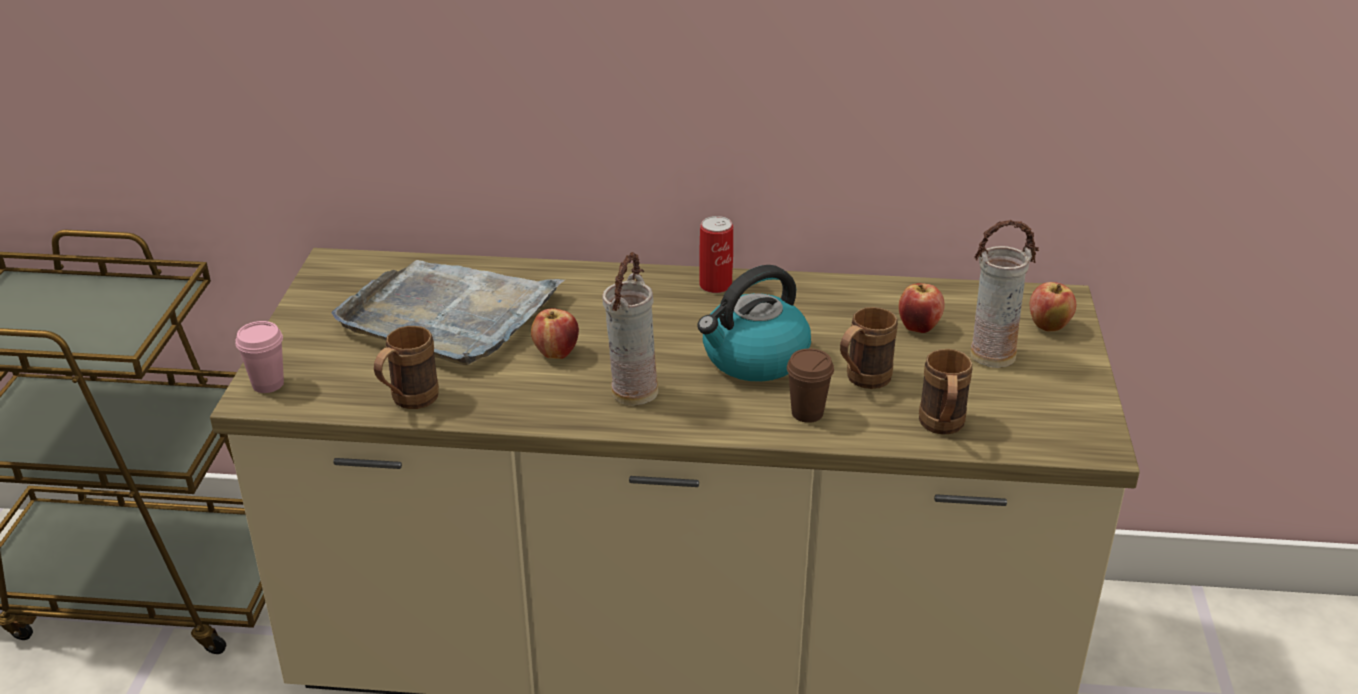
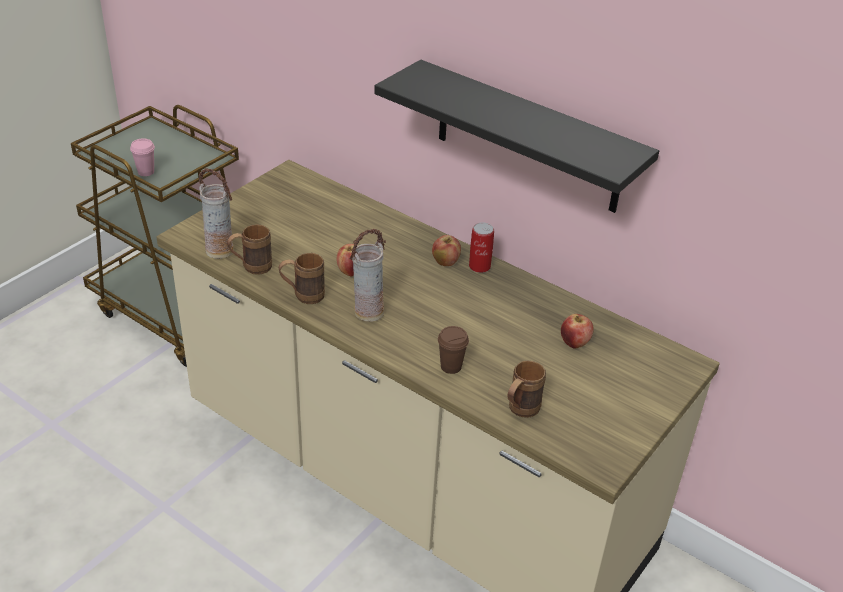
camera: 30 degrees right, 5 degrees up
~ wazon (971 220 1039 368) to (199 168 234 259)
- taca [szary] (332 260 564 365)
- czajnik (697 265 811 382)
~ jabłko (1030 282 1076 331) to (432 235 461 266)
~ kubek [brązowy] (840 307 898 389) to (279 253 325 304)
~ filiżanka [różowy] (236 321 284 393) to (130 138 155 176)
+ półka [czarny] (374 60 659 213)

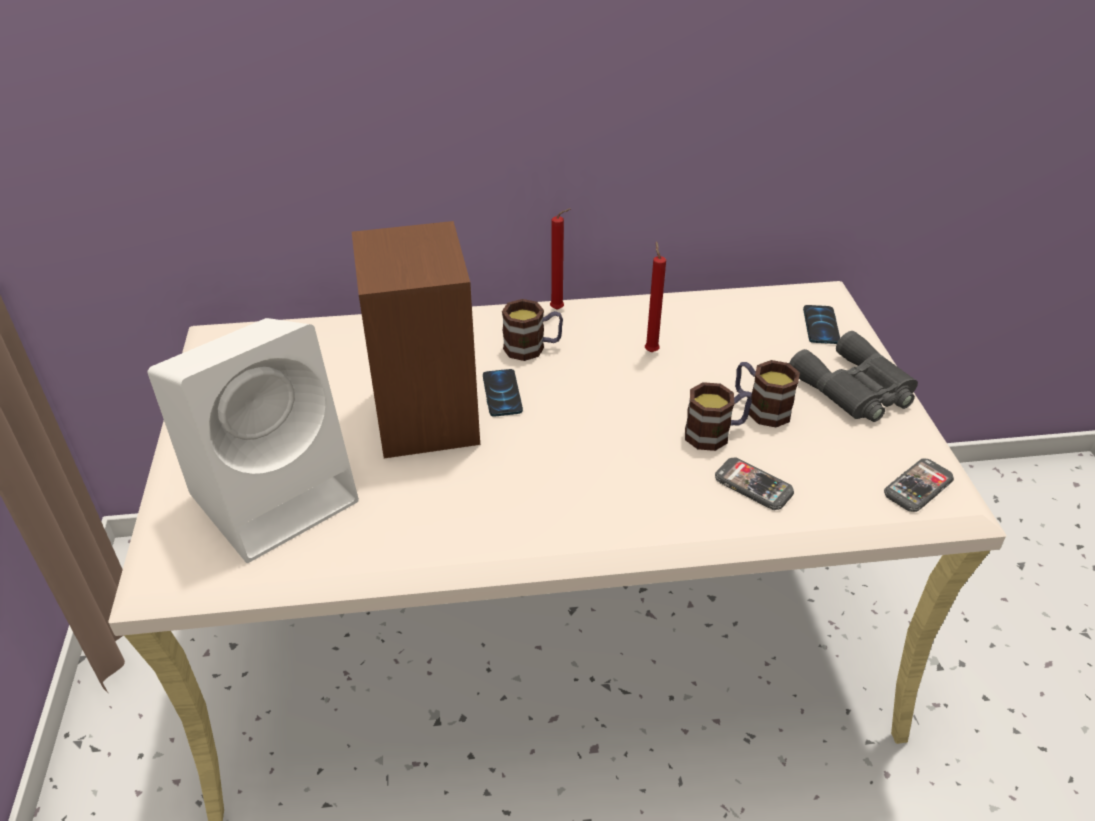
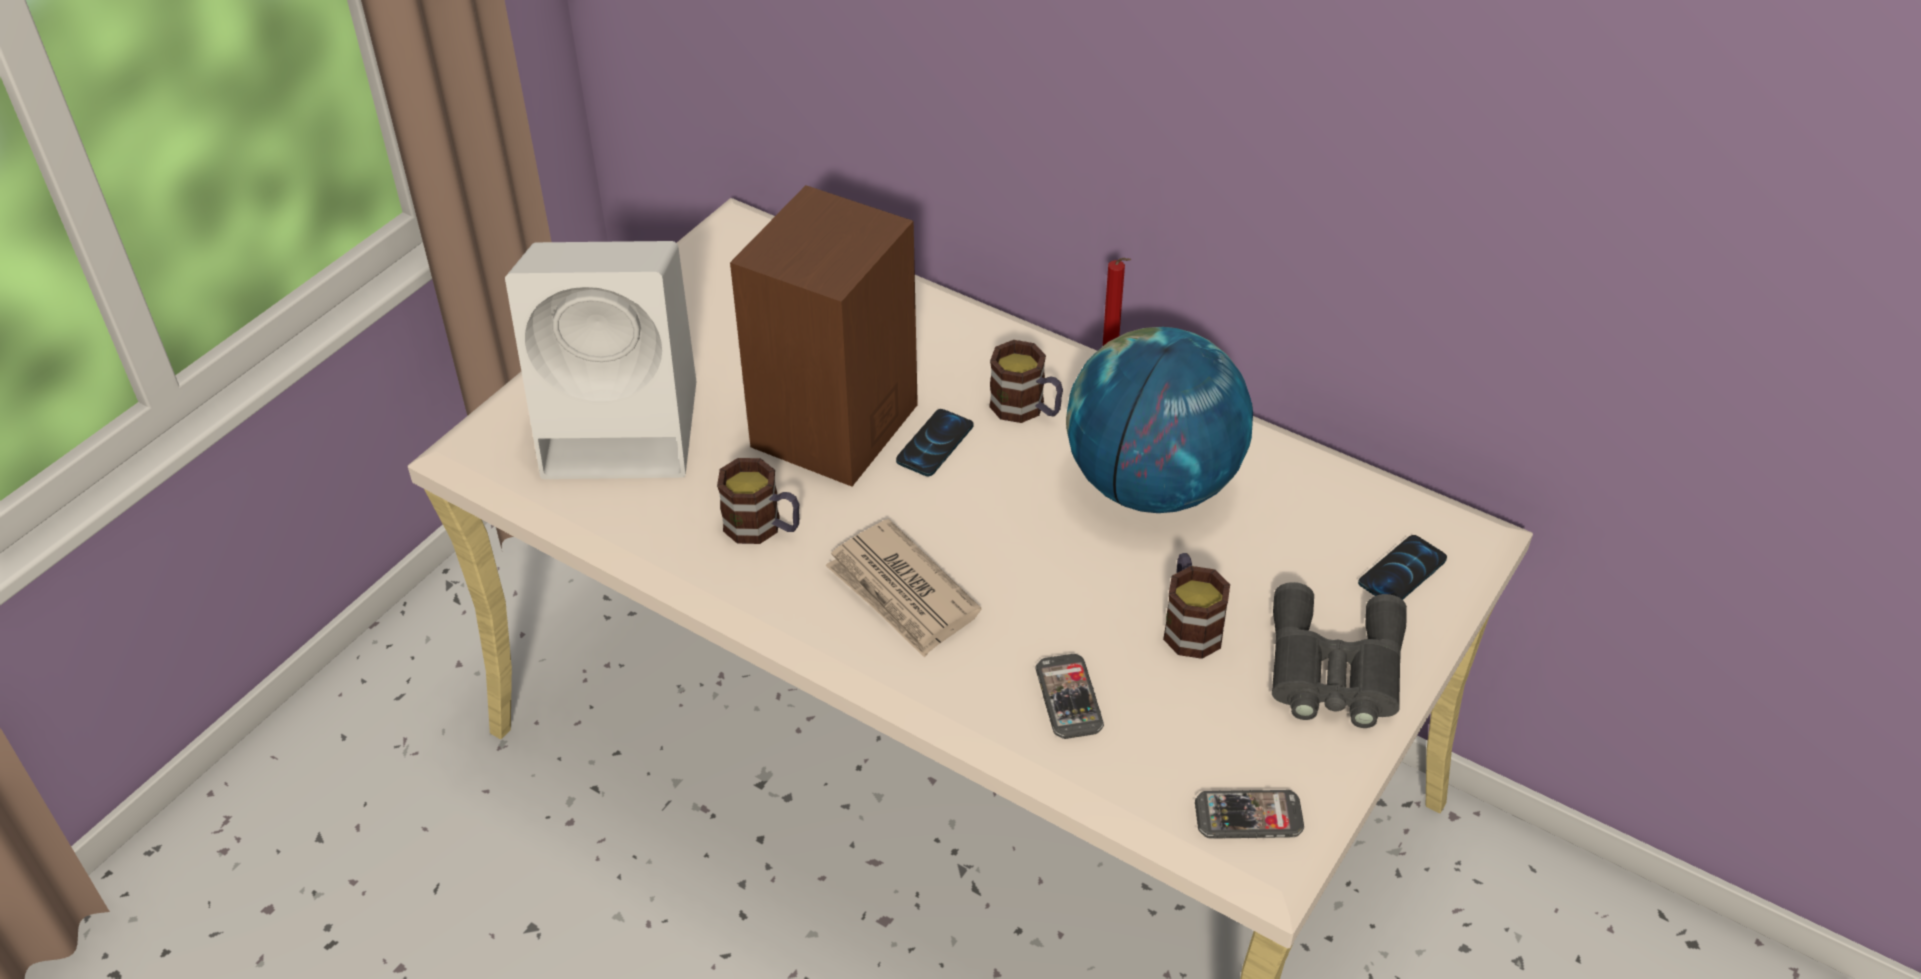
camera: 40 degrees right, 5 degrees up
~ świeca [czerwony] (645 241 666 352) to globus (1066 327 1253 513)
~ kubek (685 382 752 451) to (717 458 799 544)
+ gazeta (825 519 981 658)

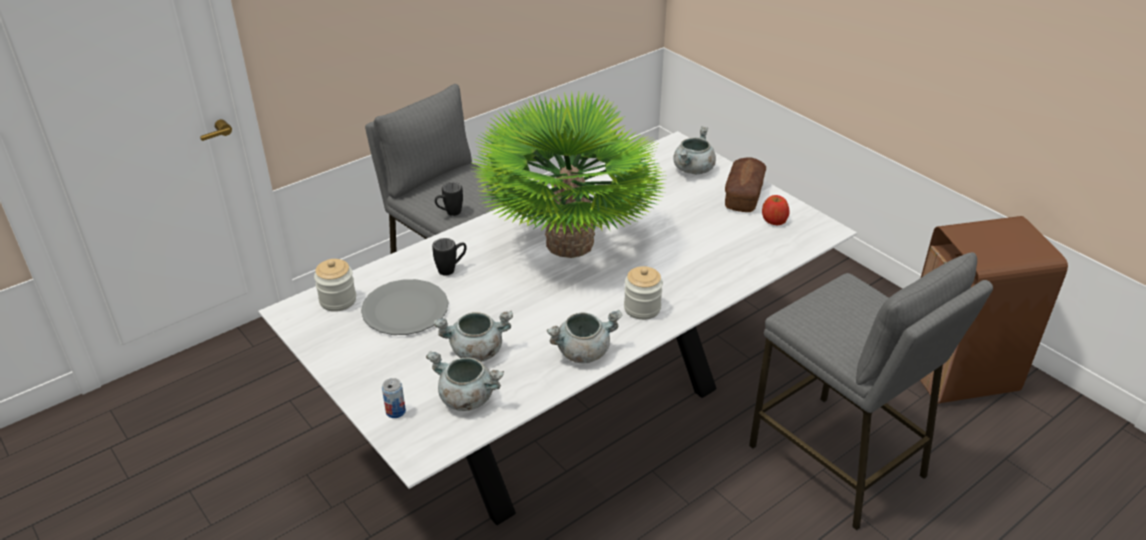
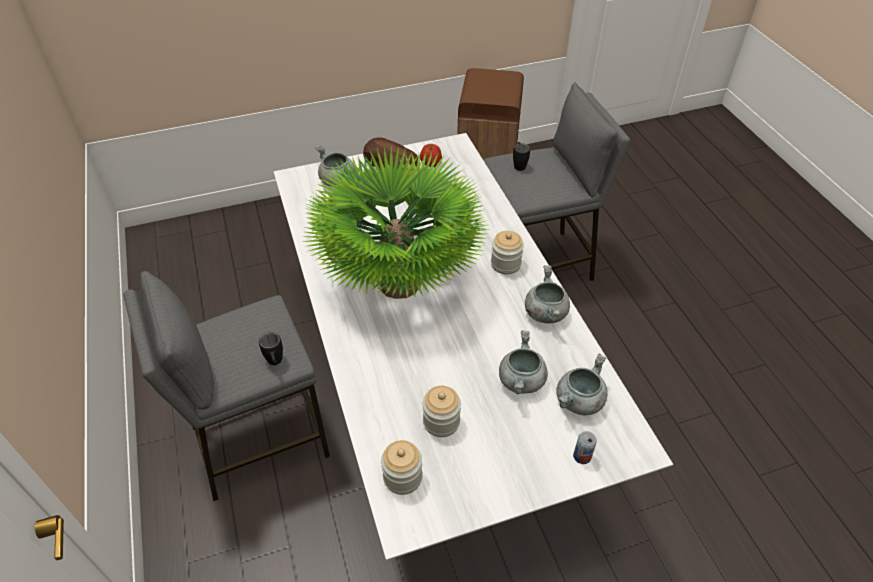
camera: 70 degrees left, 10 degrees up
~ kubek [czarny] (432 238 467 276) to (513 142 530 171)
~ talerz [szary] (361 279 448 335) to słoik (423 386 461 437)

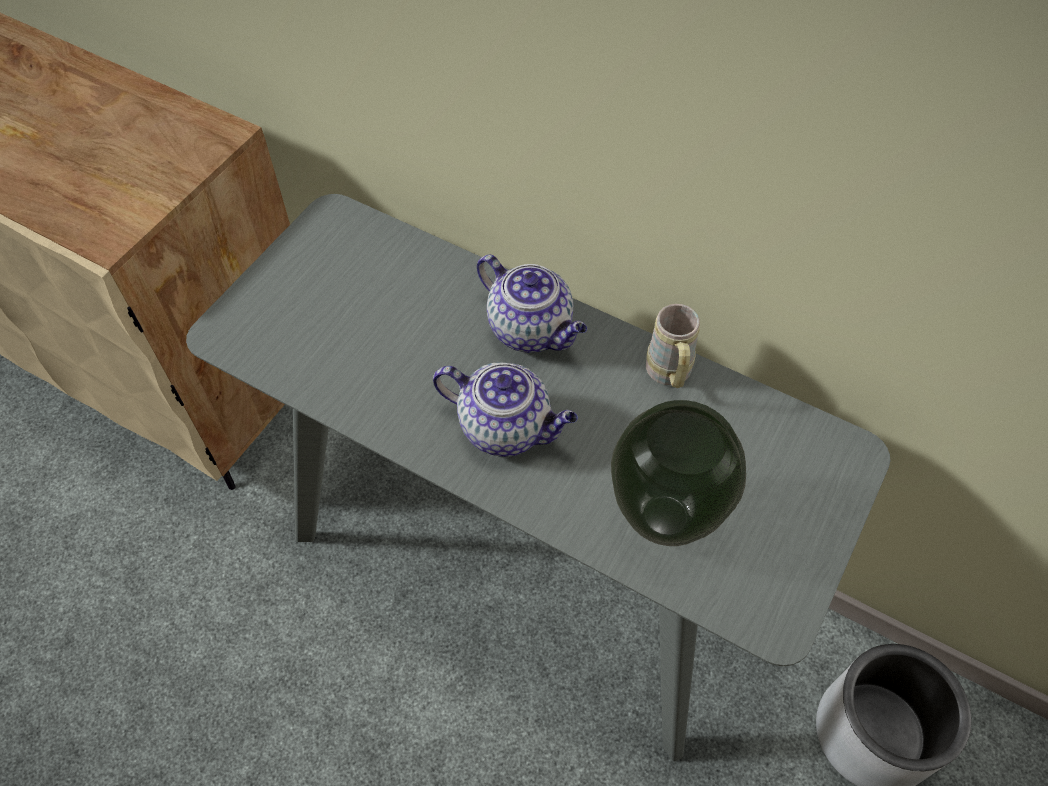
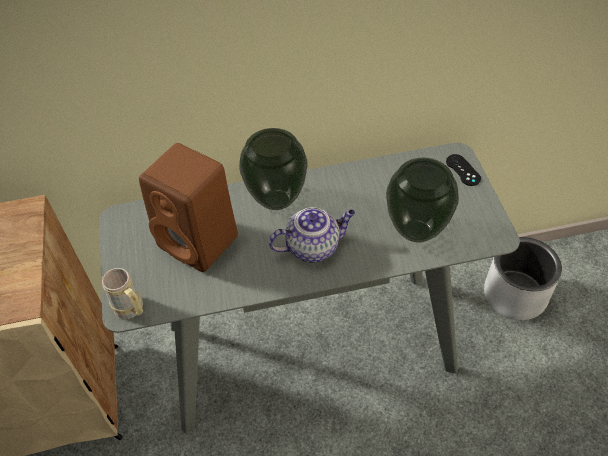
camera: 40 degrees left, 5 degrees down
~ imbryk (477 255 587 353) to wazon (239 128 308 210)
~ kubek [beżowy] (646 304 700 388) to (102 268 143 319)
+ głośnik [brązowy] (139 143 238 272)
+ pad do gier [czarny] (446 154 481 186)

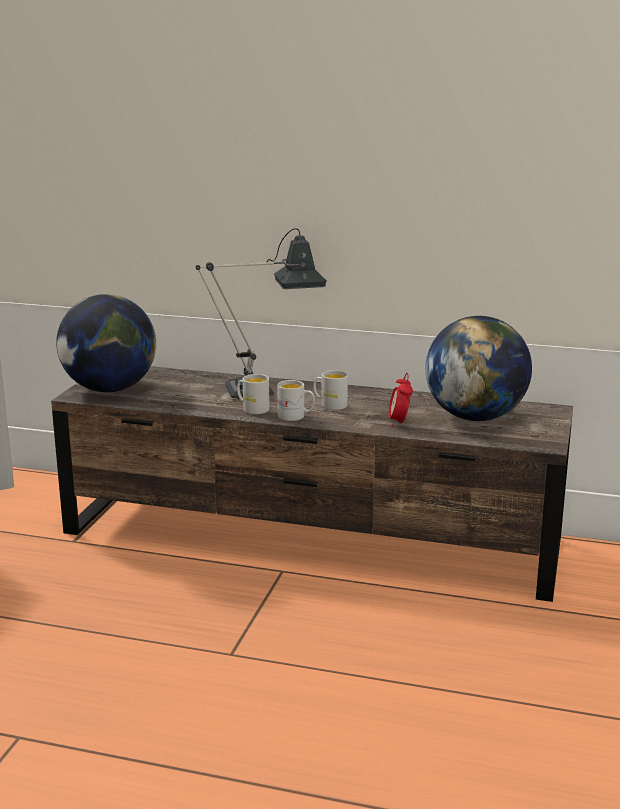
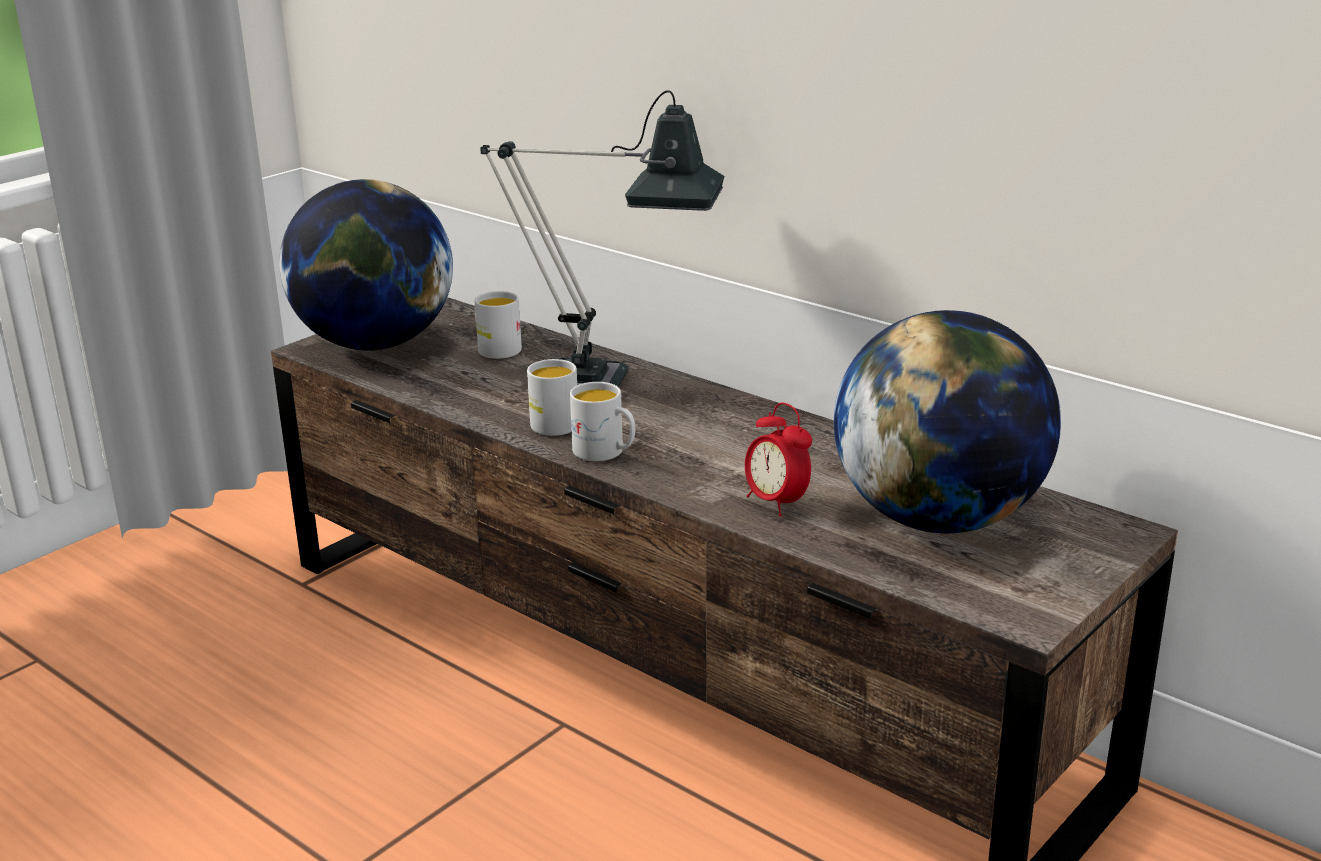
camera: 25 degrees right, 5 degrees up
~ kubek [biały] (313 370 348 410) to (474 291 522 359)
~ budzik (388 373 413 427) = (745 403 812 516) 60 degrees counterclockwise

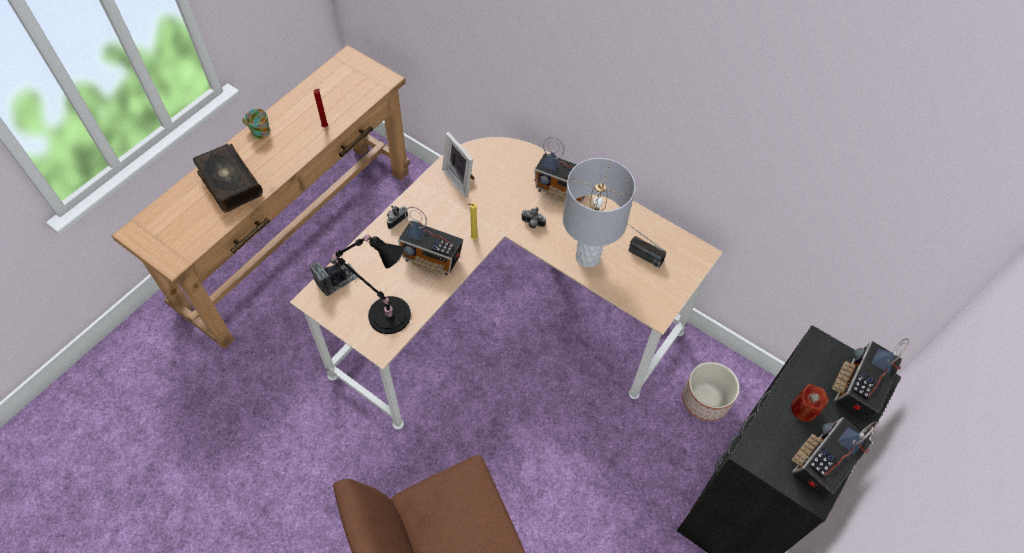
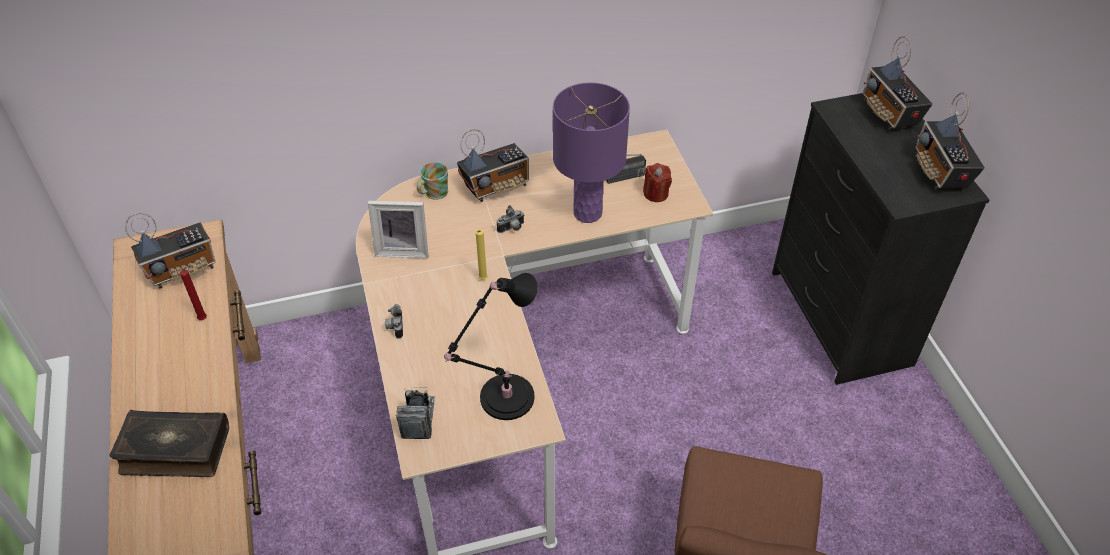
camera: 50 degrees left, 10 degrees down
~ kubek (242 109 270 139) to (417 162 448 200)
~ lampa stołowa [szary] (563 158 636 267) to lampa stołowa [fioletowy] (553 82 630 223)
~ radio (398 207 463 275) to (125 213 215 288)
- donica (682 362 739 421)
~ świeca [czerwony] (791 384 829 422) to (643 163 672 202)

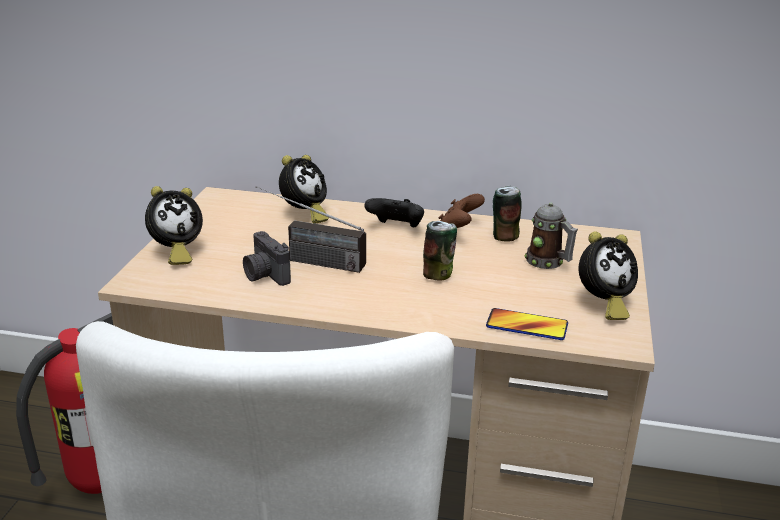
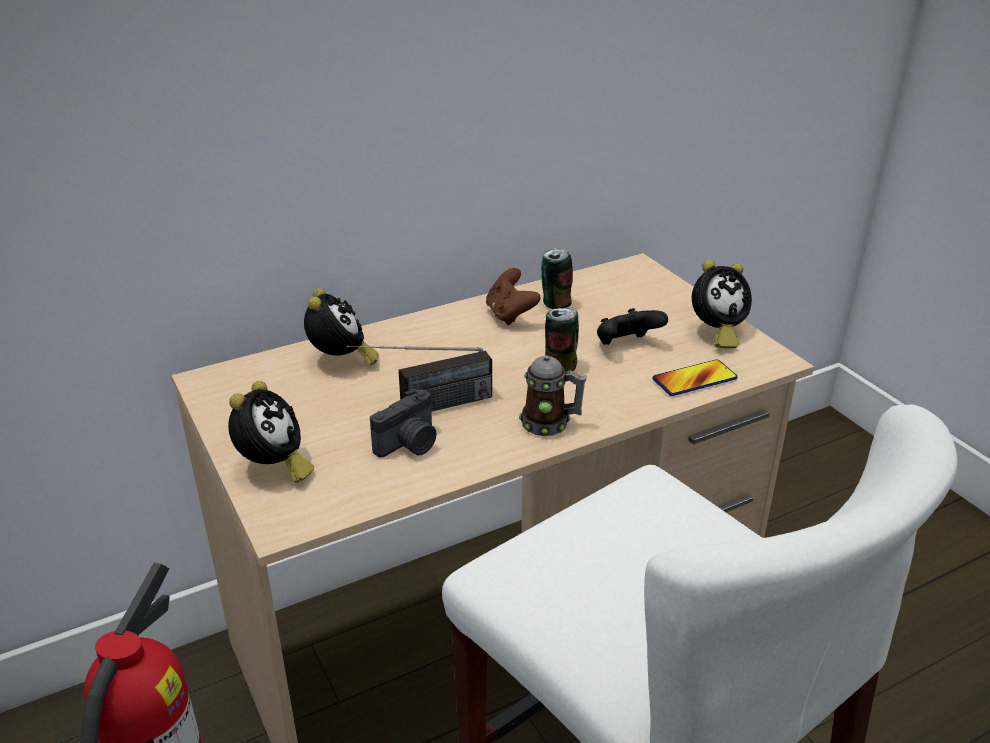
camera: 40 degrees left, 5 degrees up
~ pad do gier [czarny] (364 198 424 227) to (597 308 668 345)
~ kubek (525 202 578 269) to (519 355 587 436)
~ aparat fotograficzny (243 231 291 286) = (370 388 437 458) 60 degrees counterclockwise
~ budzik (579 231 638 320) = (692 260 752 348) 45 degrees clockwise

